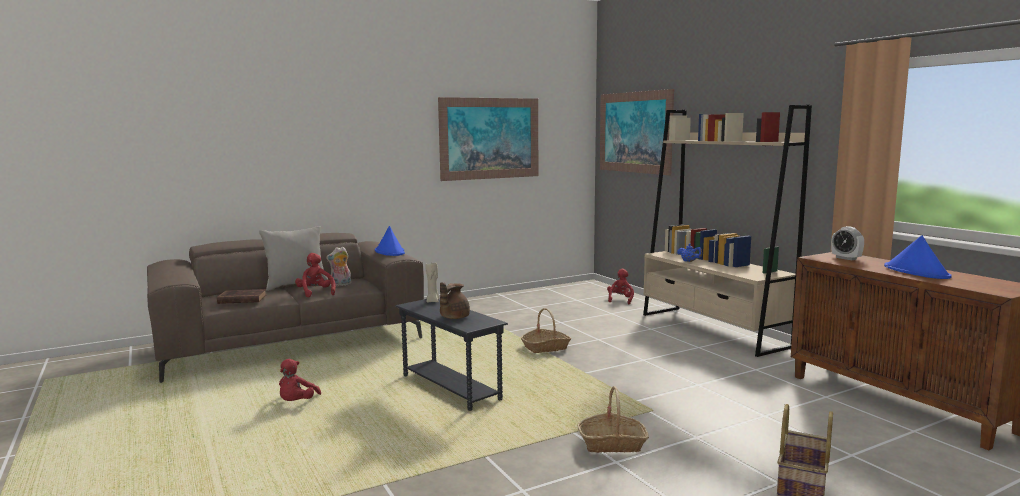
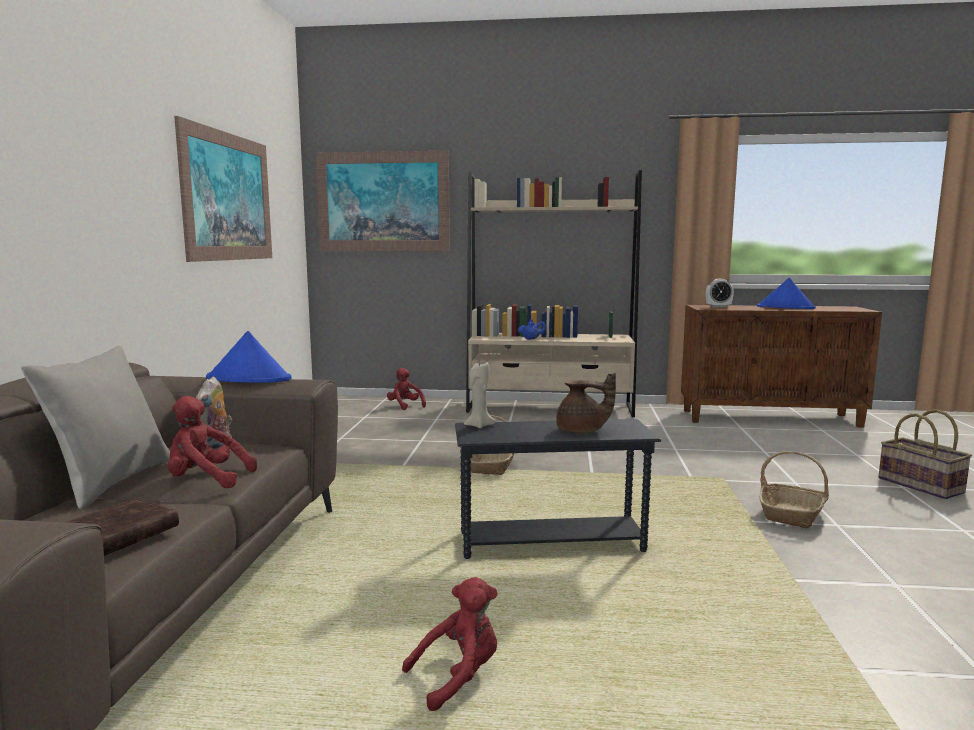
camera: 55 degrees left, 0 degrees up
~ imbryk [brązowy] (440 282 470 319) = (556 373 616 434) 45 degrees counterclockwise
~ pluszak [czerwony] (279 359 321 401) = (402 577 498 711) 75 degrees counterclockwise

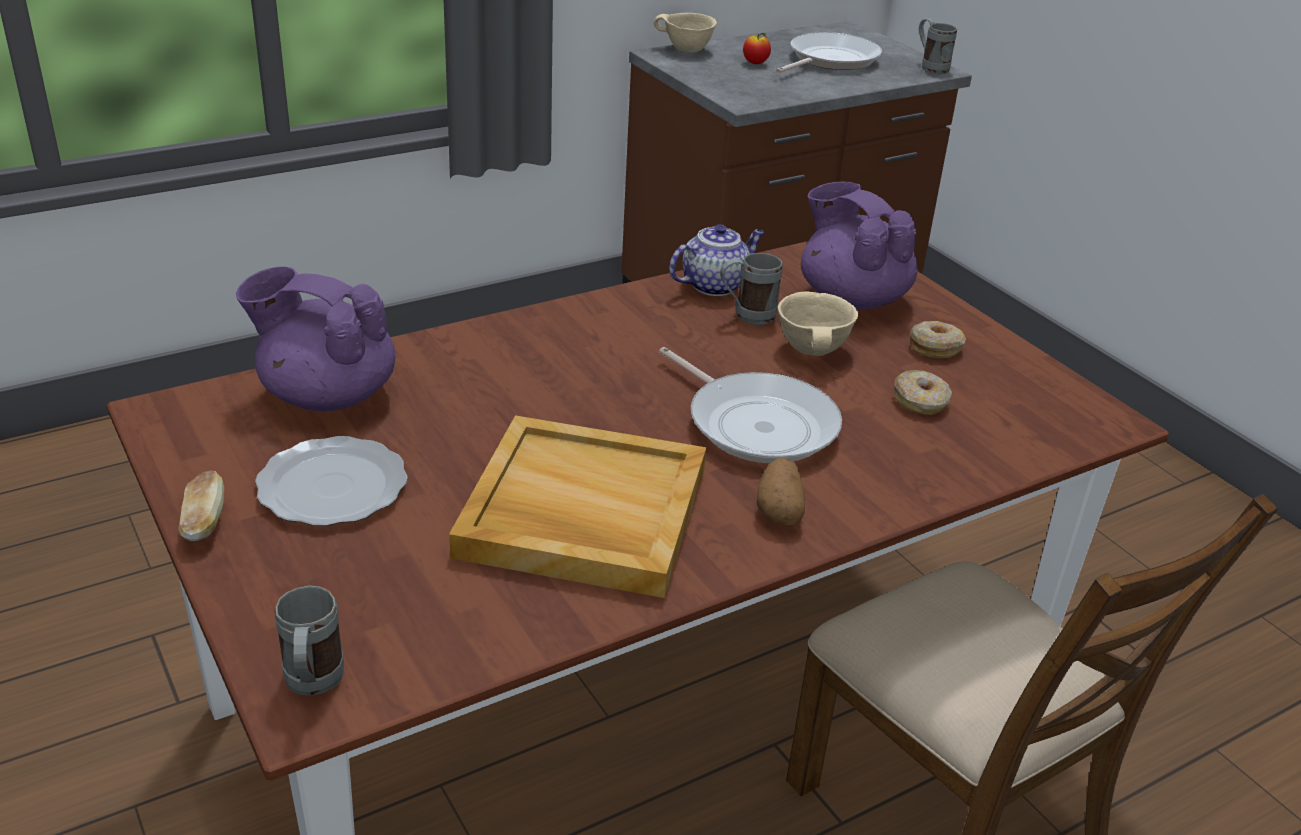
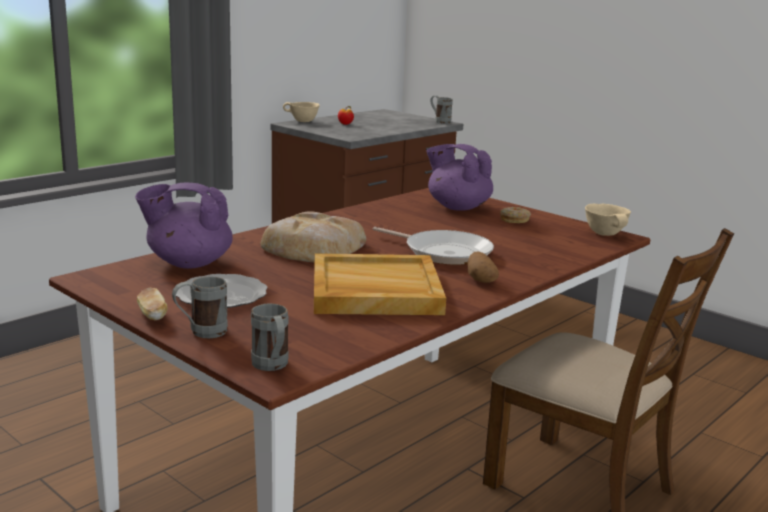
camera: 15 degrees left, 15 degrees down
- patelnia (776 32 882 73)
- imbryk (669 224 765 296)
~ kubek [szary] (720 253 783 325) to (172 276 228 338)
~ miska [beżowy] (778 291 858 356) to (585 204 631 236)
- donut (894 370 952 415)
+ chleb (261 211 366 263)

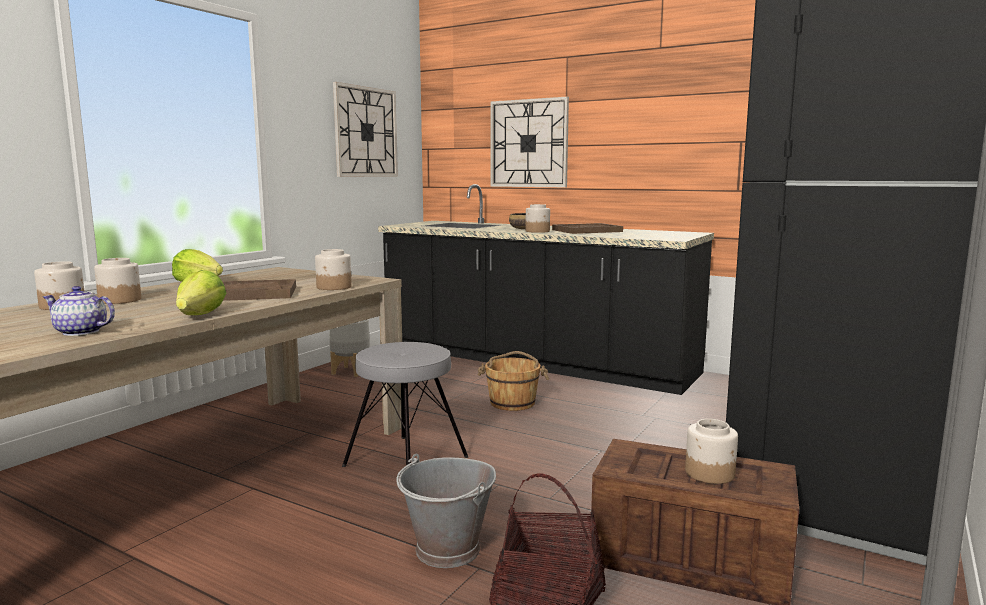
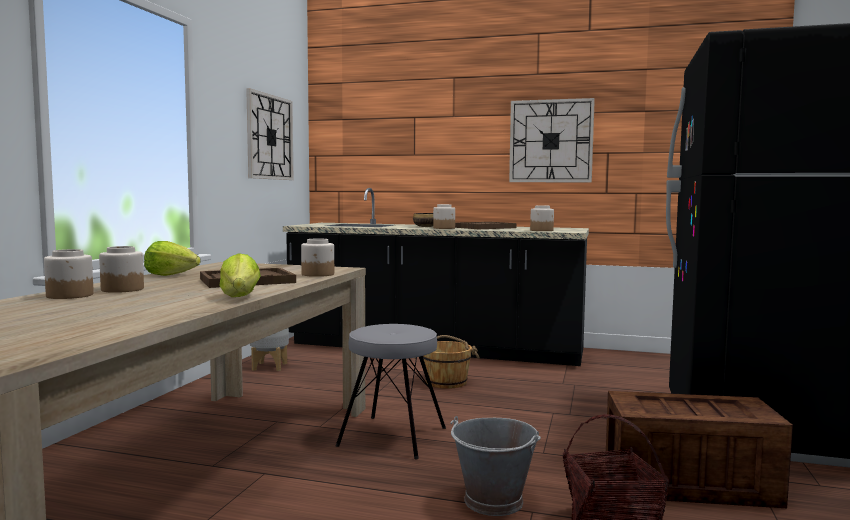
camera: 15 degrees left, 5 degrees down
~ zegar ścienny (491 97 569 187) to (509 98 595 182)
- imbryk (43 286 115 336)
~ słoik (685 419 738 484) to (530 205 554 231)

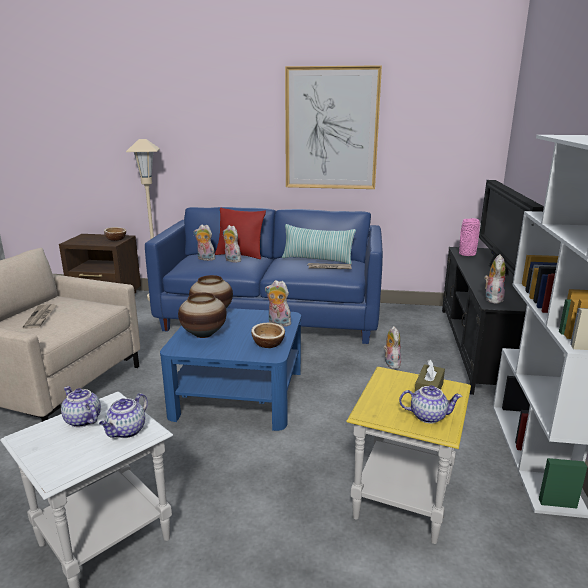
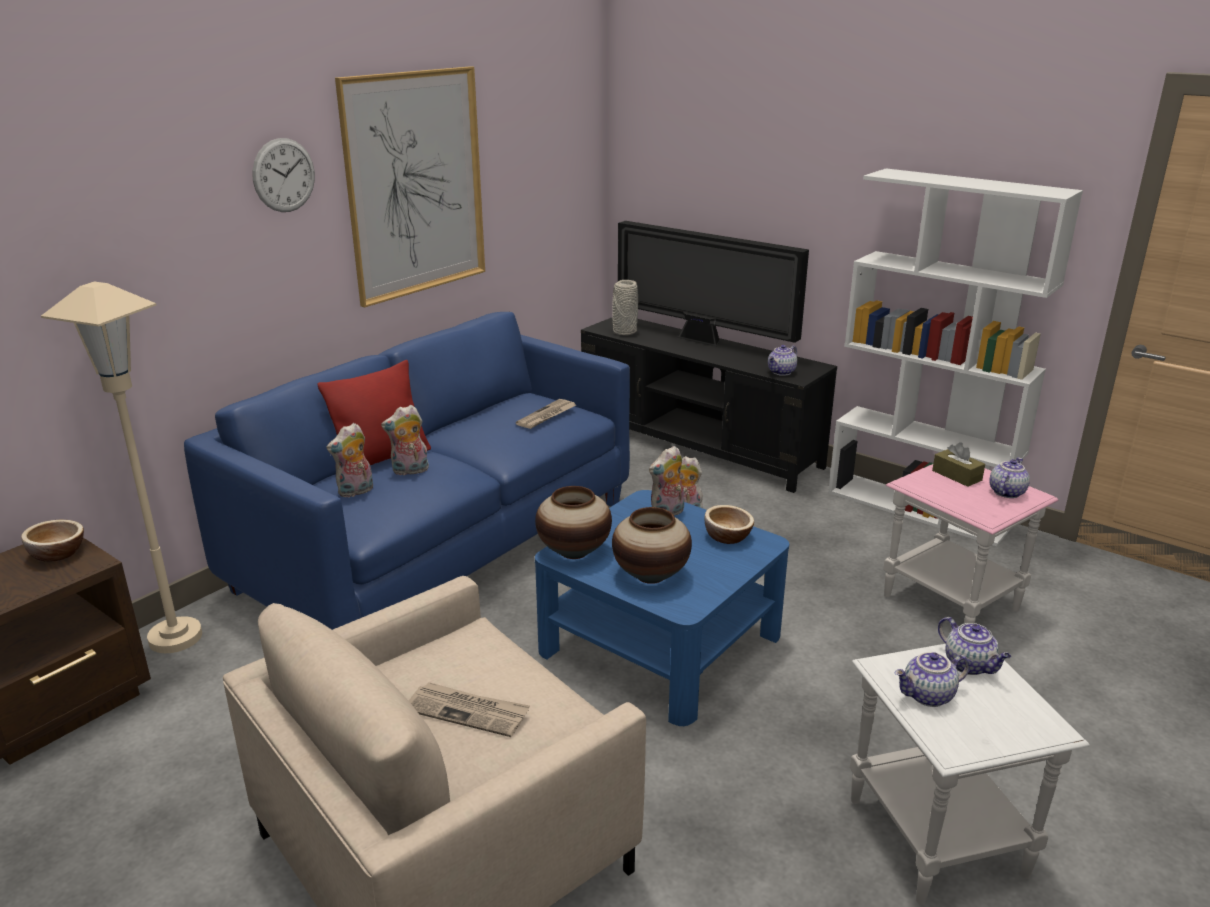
camera: 60 degrees left, 5 degrees up
~ wazon [różowy] (459 218 480 256) to wazon [szary] (612 280 638 335)
- poduszka (282 224 356 265)
~ pluszak (484 254 506 304) to imbryk (768 345 797 376)
~ stolik [żółty] (346 367 471 544) to stolik [różowy] (883 464 1058 624)
+ zegar ścienny (252 138 315 212)

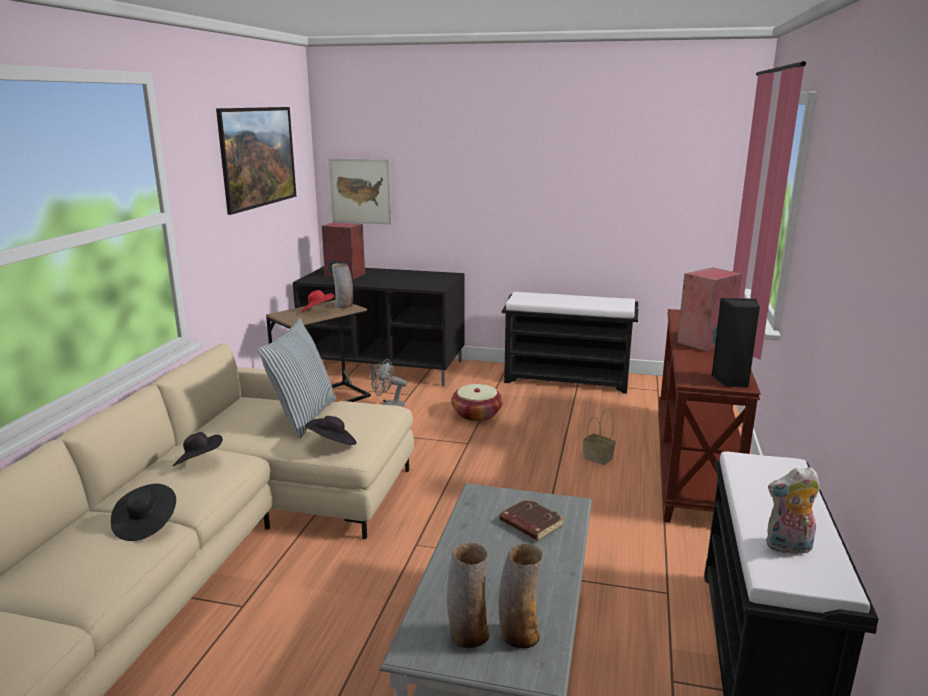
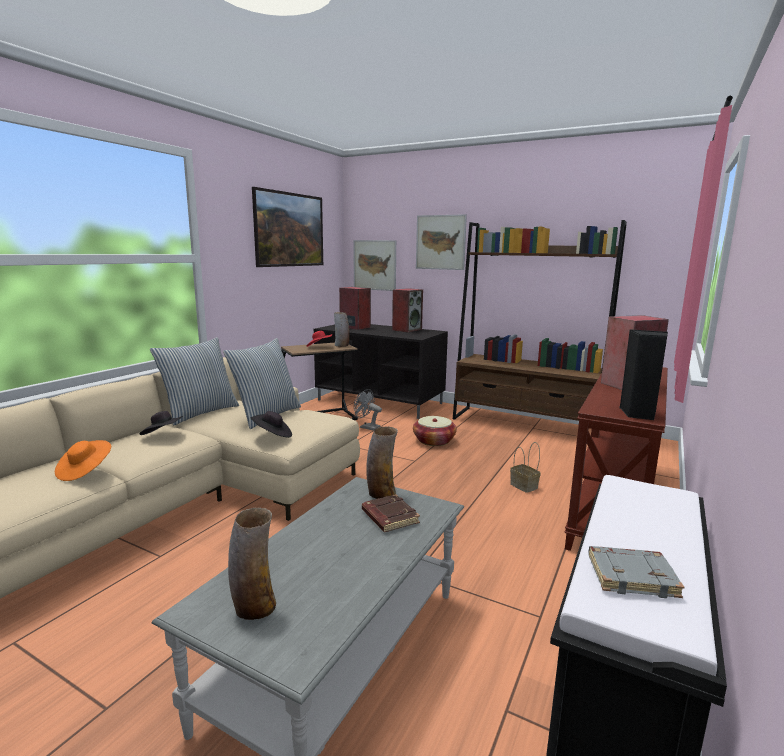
camera: 15 degrees right, 5 degrees down
~ ławka [czarny] (502 292 638 394) to regał [brązowy] (453 220 627 421)
~ pluszak (766 467 820 554) to książka [szary] (588 546 685 598)
~ kapelusz [czarny] (111 484 176 541) to kapelusz [pomarańczowy] (55 440 111 481)
~ wazon (499 543 543 648) to (366 427 398 499)
+ obraz (416 214 467 270)
+ głośnik (392 288 423 333)
+ poduszka (150 337 239 425)

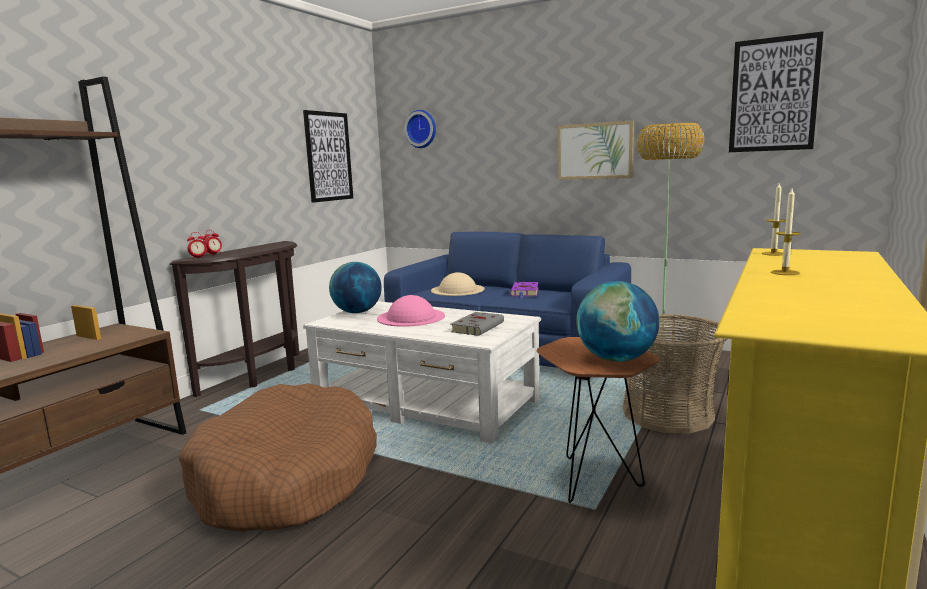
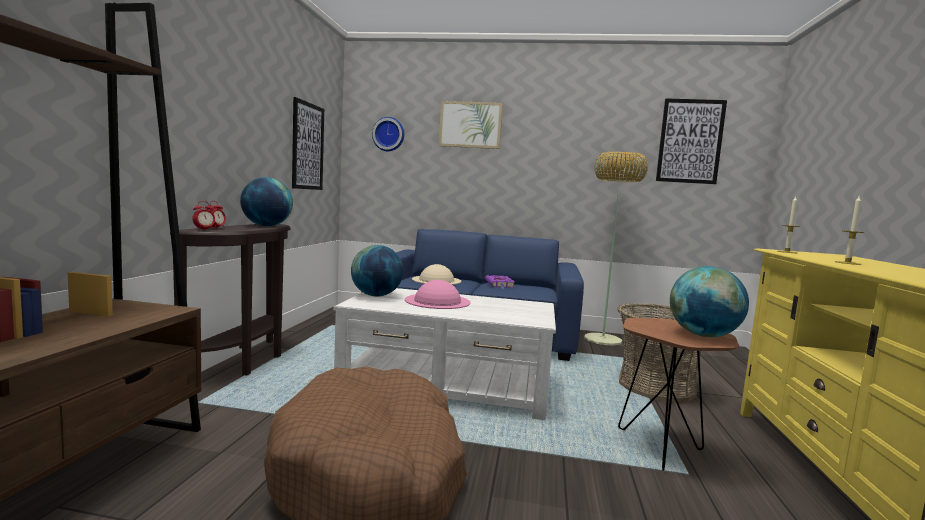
camera: 20 degrees left, 5 degrees down
~ obraz (558 121 634 180) to (439 101 503 149)
- książka [szary] (451 312 504 336)
+ globus (240 177 293 226)

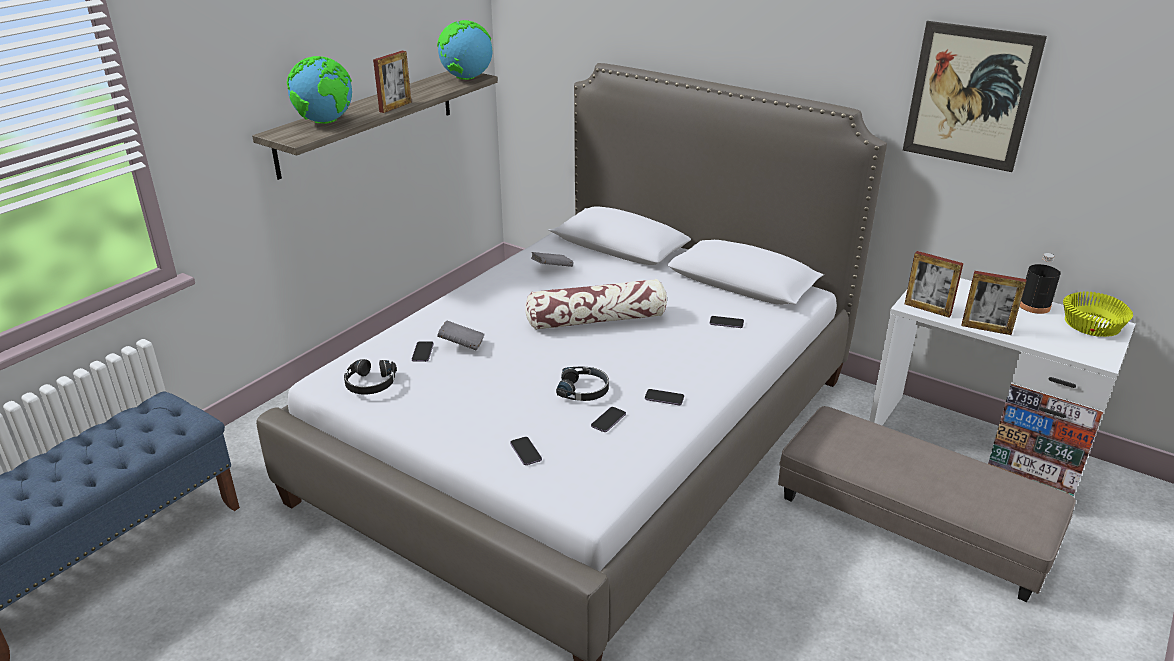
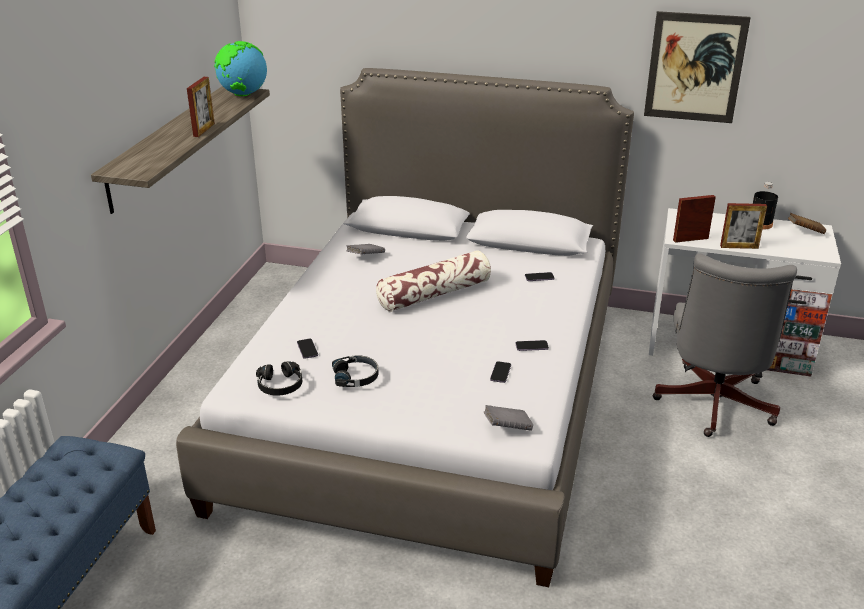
camera: 20 degrees left, 0 degrees up
- globus (287 56 352 124)
~ ramka na zdjęcie (905 251 963 317) = (673 195 716 243) 150 degrees clockwise
~ miska [żółty] (1063 291 1133 337) to książka [brązowy] (788 213 826 234)
~ książka [szary] (437 320 485 351) to (484 405 533 431)
~ słuchawki [czarny] (556 367 609 401) to (332 355 378 387)
~ pufa [szary] (778 406 1076 602) to krzesło biurowe [szary] (653 253 797 437)
- telefon (510 437 542 465)

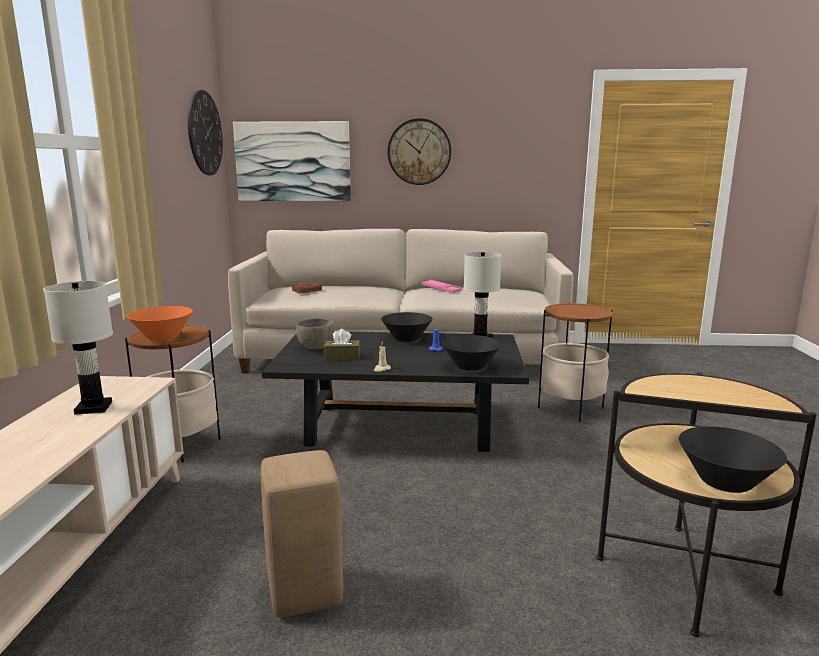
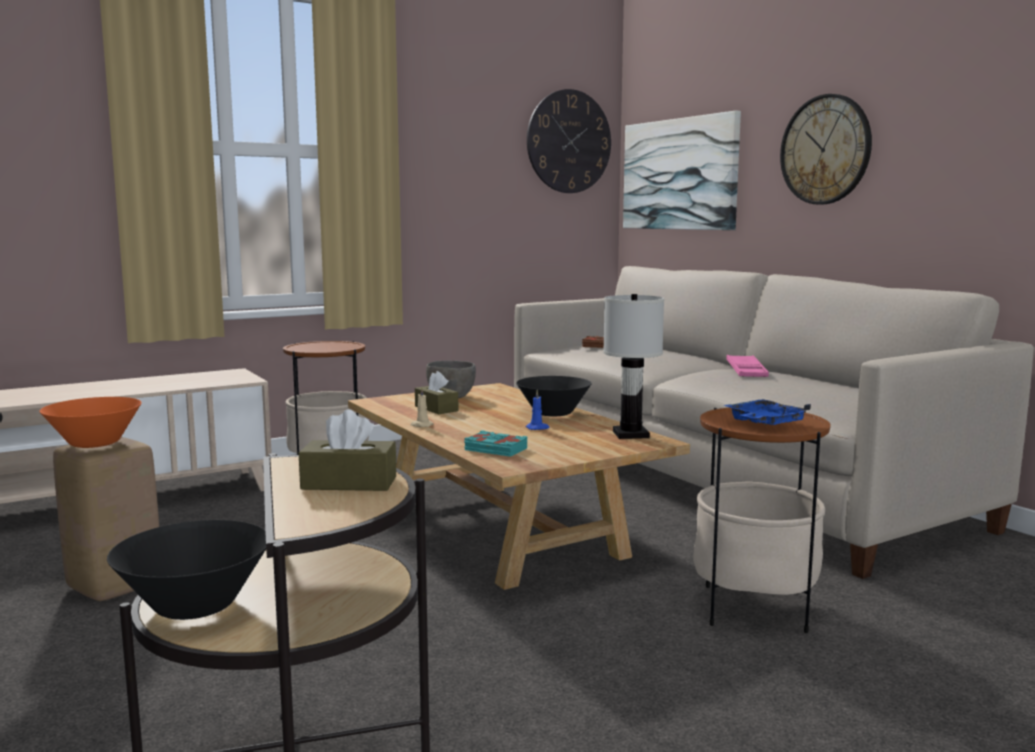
camera: 55 degrees right, 5 degrees down
- lampa stołowa [biały] (43 281 113 415)
~ miska [pomarańczowy] (127 306 193 341) to (39 397 142 448)
~ ława [czarny] (262 331 529 452) to ława [beżowy] (348 383 690 590)
~ miska [czarny] (442 335 501 371) to książka [turkusowy] (464 430 528 457)
+ taca [niebieski] (724 399 811 425)
+ pudełko chusteczek [brązowy] (299 409 396 491)

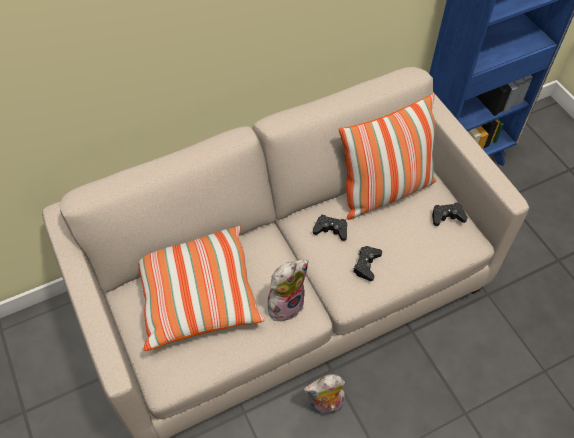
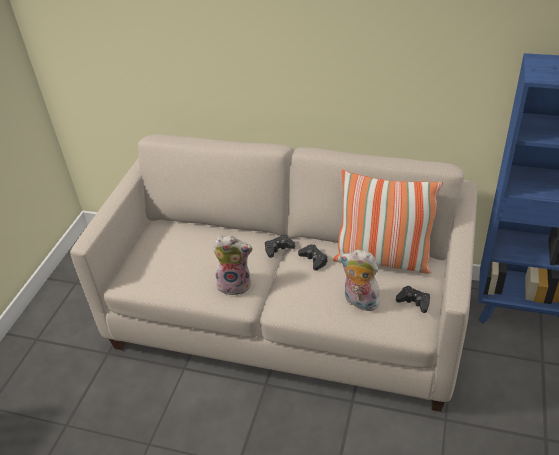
camera: 45 degrees right, 15 degrees down
- poduszka (138 226 265 351)
~ pad do gier [czarny] (353 246 382 281) to (265 234 295 258)
~ pluszak (303 374 345 415) to (340 249 383 311)

